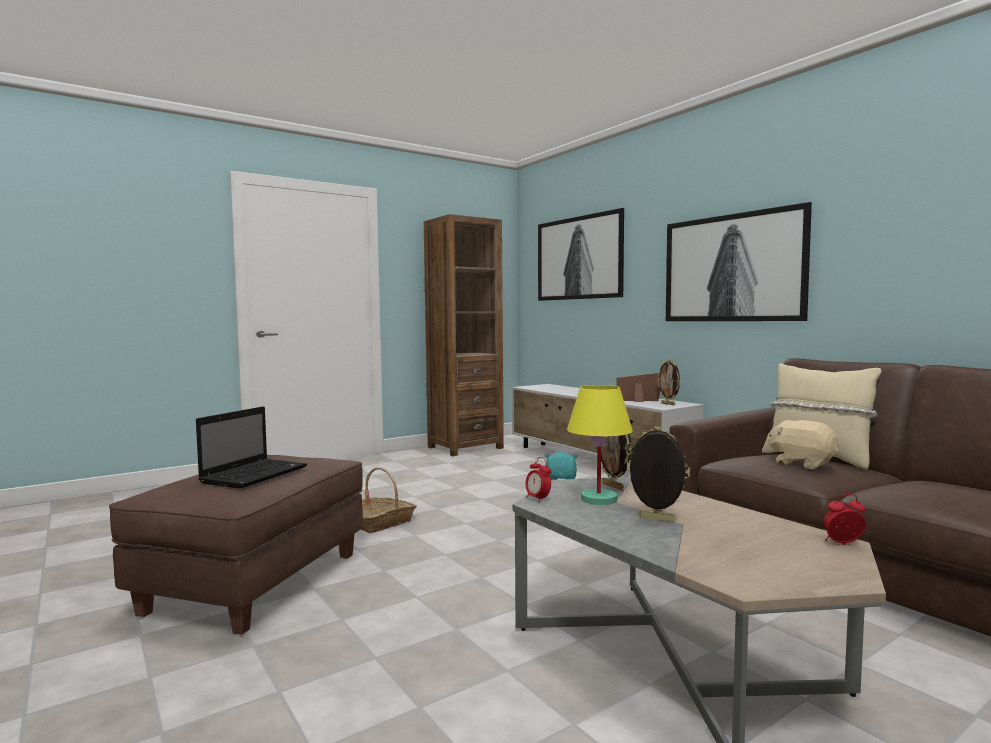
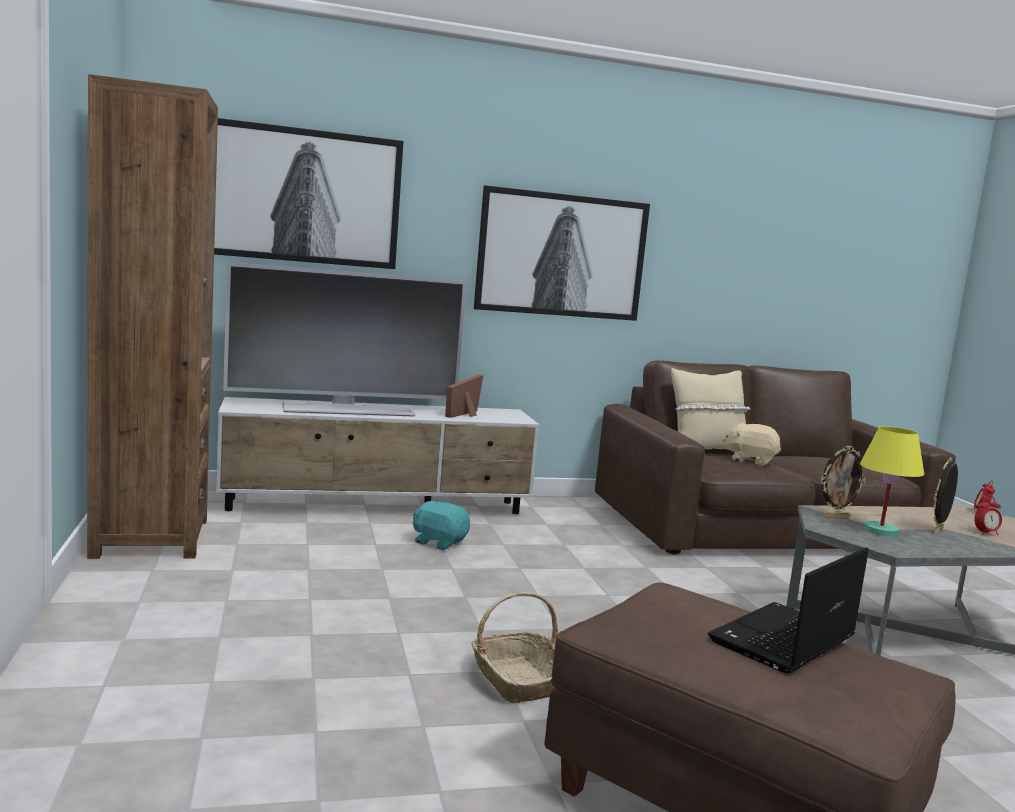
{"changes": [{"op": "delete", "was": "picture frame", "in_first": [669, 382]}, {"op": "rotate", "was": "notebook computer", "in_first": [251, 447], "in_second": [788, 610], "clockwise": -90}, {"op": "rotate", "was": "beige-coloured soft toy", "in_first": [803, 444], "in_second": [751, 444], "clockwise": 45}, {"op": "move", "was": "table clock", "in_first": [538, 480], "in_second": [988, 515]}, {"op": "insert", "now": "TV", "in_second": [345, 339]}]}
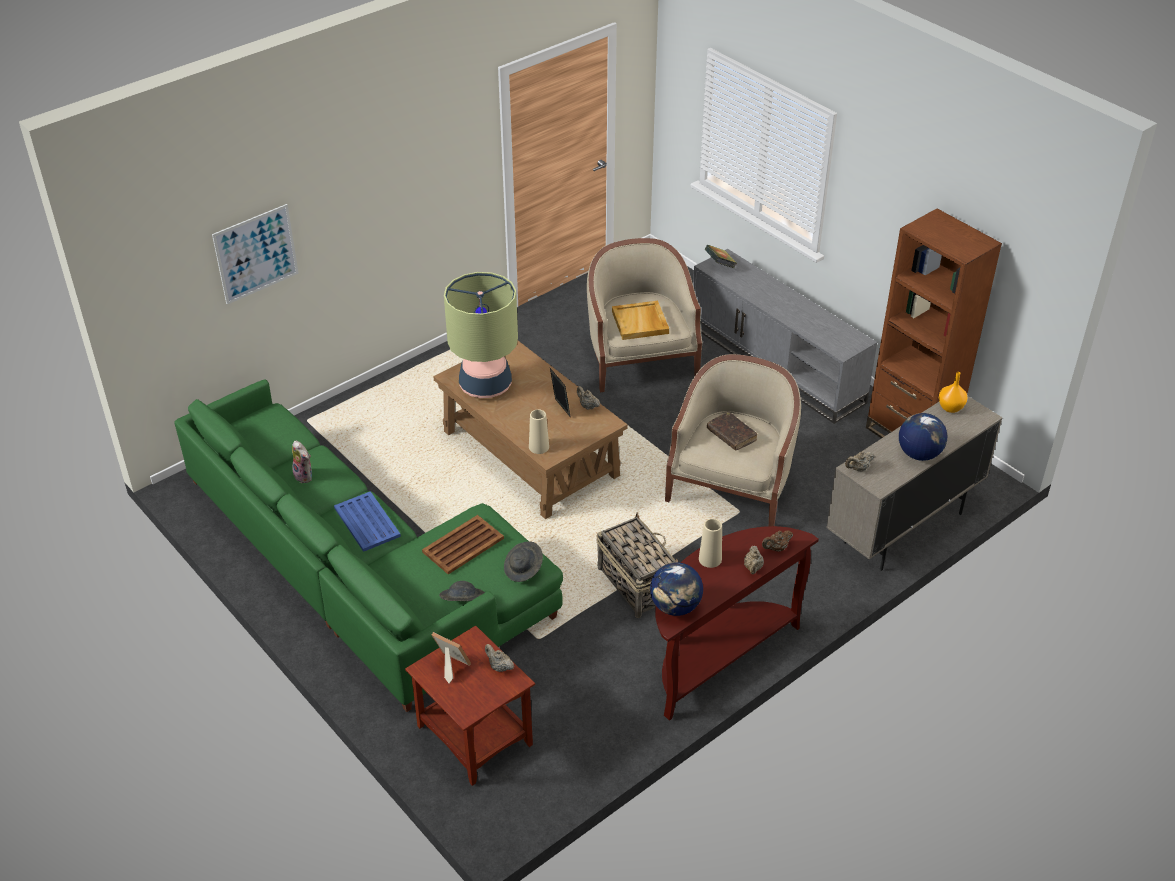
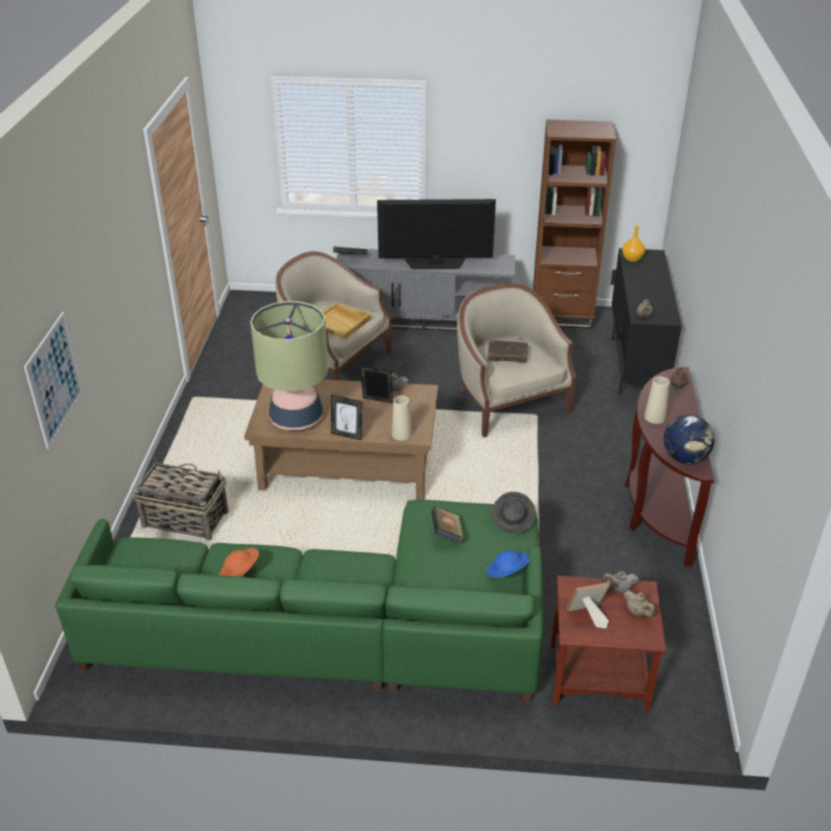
{"changes": [{"op": "recolor", "was": "beige-coloured cabinet", "now": "blackish cabinet", "in_first": [914, 483], "in_second": [646, 321]}, {"op": "delete", "was": "desk globe", "in_first": [923, 437]}, {"op": "replace", "was": "soft toy", "now": "orange-coloured hat", "in_first": [302, 461], "in_second": [239, 562]}, {"op": "delete", "was": "bluish carrying tray", "in_first": [367, 521]}, {"op": "move", "was": "basket", "in_first": [637, 565], "in_second": [180, 499]}, {"op": "replace", "was": "brownish carrying tray", "now": "book", "in_first": [463, 544], "in_second": [447, 525]}, {"op": "move", "was": "beige-coloured teapot", "in_first": [754, 560], "in_second": [639, 604]}, {"op": "recolor", "was": "gray hat", "now": "bluish hat", "in_first": [462, 591], "in_second": [508, 563]}, {"op": "insert", "now": "TV", "in_second": [436, 234]}, {"op": "insert", "now": "picture frame", "in_second": [346, 418]}]}
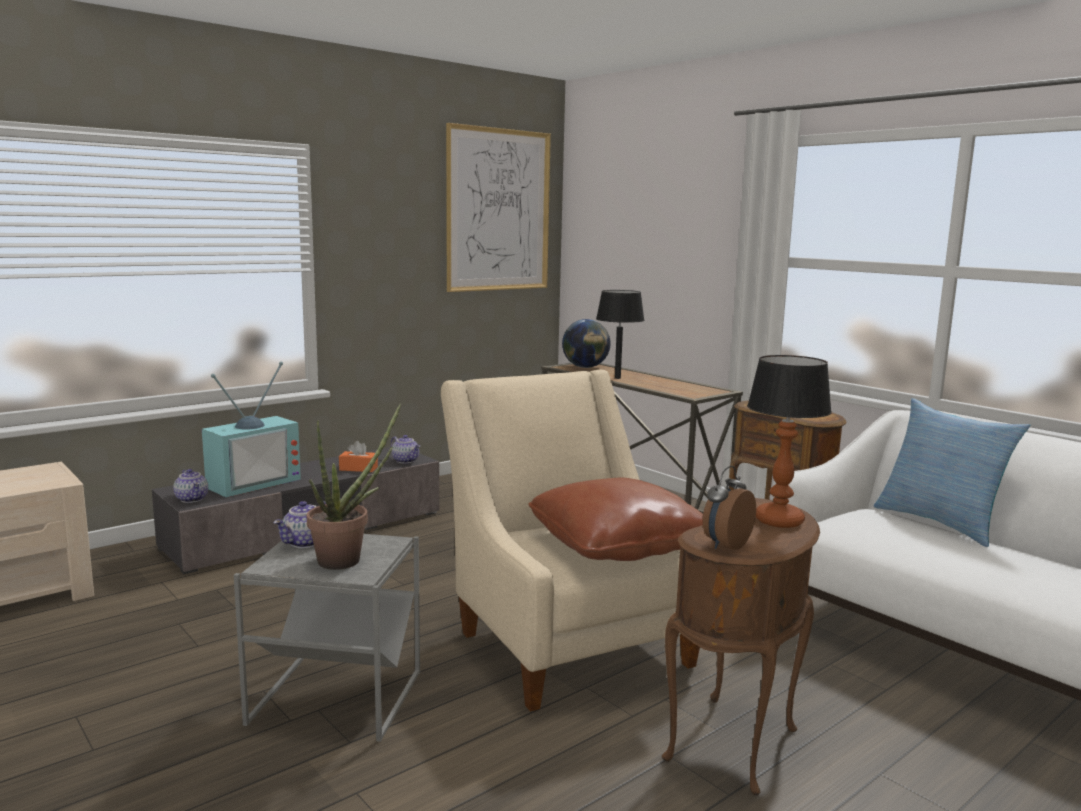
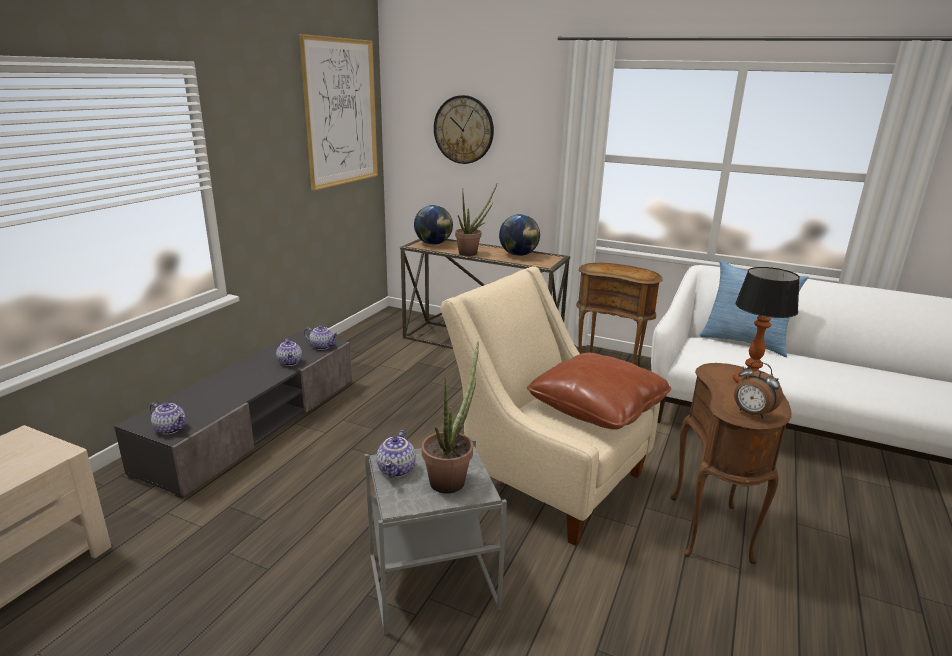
{"changes": [{"op": "replace", "was": "blackish lamp for a table", "now": "houseplant", "in_first": [620, 334], "in_second": [476, 220]}, {"op": "delete", "was": "TV", "in_first": [251, 430]}, {"op": "replace", "was": "orange-coloured tissue holder", "now": "teapot", "in_first": [358, 456], "in_second": [289, 352]}, {"op": "rotate", "was": "table clock", "in_first": [729, 508], "in_second": [758, 390], "clockwise": -60}, {"op": "insert", "now": "hanging clock", "in_second": [464, 129]}, {"op": "insert", "now": "desk globe", "in_second": [519, 235]}]}
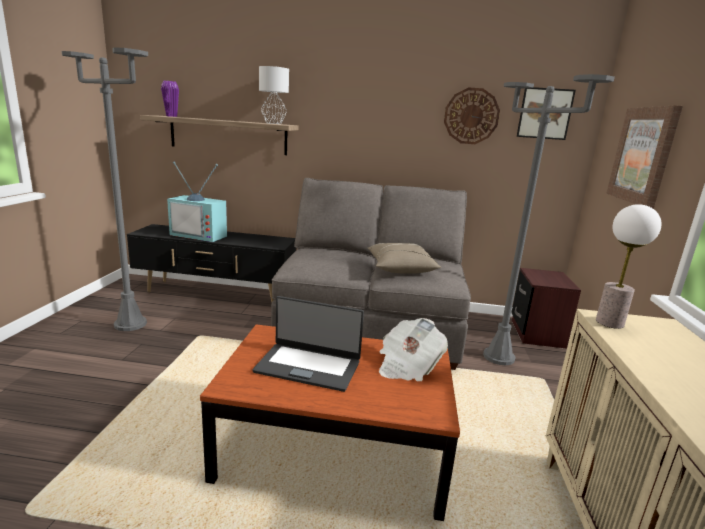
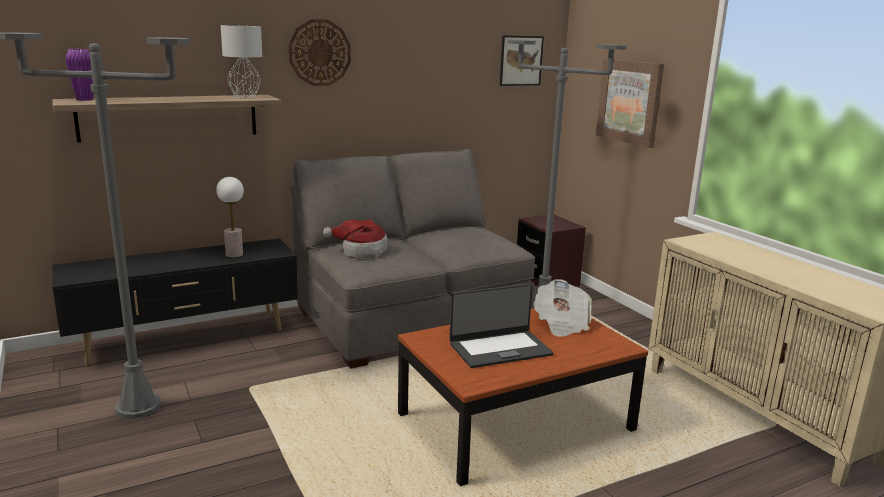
{"changes": [{"op": "move", "was": "hanging clock", "in_first": [472, 116], "in_second": [320, 52]}, {"op": "delete", "was": "TV", "in_first": [197, 201]}, {"op": "move", "was": "lamp for a table", "in_first": [629, 266], "in_second": [230, 217]}, {"op": "delete", "was": "beige-coloured cushion", "in_first": [404, 258]}, {"op": "insert", "now": "hat", "in_second": [355, 239]}]}
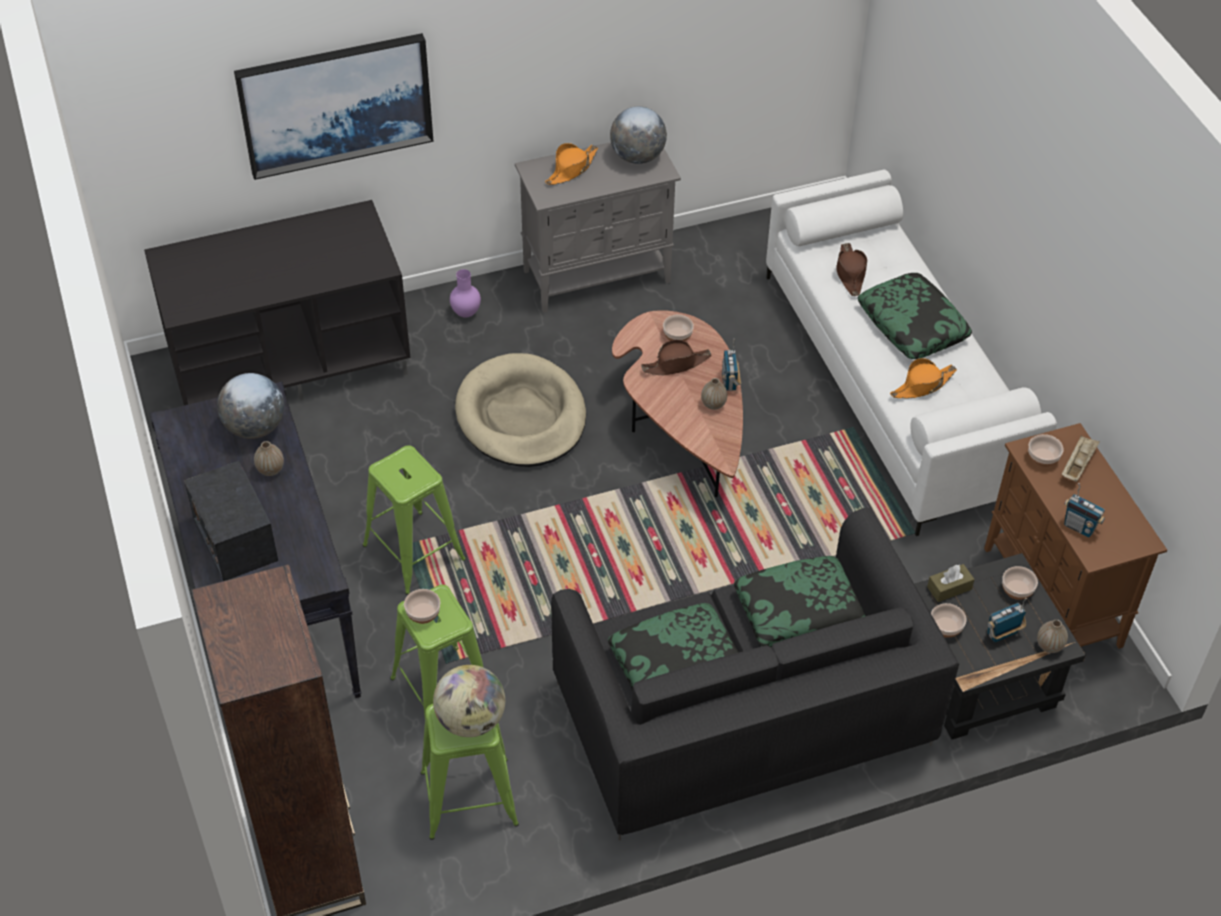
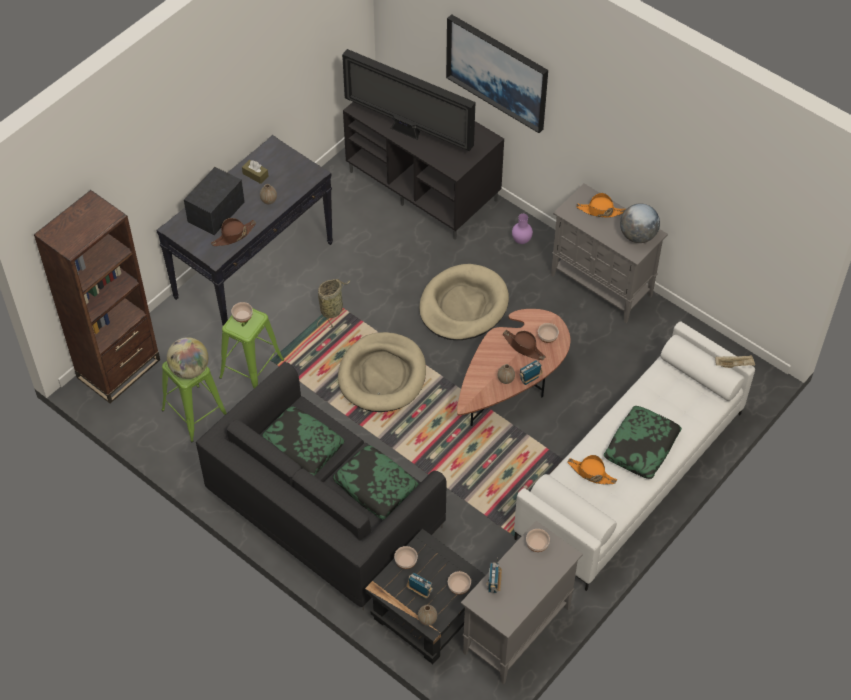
{"changes": [{"op": "move", "was": "brownish hat", "in_first": [851, 269], "in_second": [233, 232]}, {"op": "delete", "was": "desk globe", "in_first": [250, 406]}, {"op": "recolor", "was": "brownish cabinet", "now": "gray cabinet", "in_first": [1075, 536], "in_second": [522, 602]}, {"op": "move", "was": "beige-coloured carrying tray", "in_first": [1081, 459], "in_second": [735, 361]}, {"op": "replace", "was": "green stool", "now": "basket", "in_first": [414, 520], "in_second": [333, 303]}, {"op": "move", "was": "brownish tissue holder", "in_first": [951, 583], "in_second": [255, 172]}, {"op": "insert", "now": "TV", "in_second": [408, 100]}, {"op": "insert", "now": "beige-coloured dog bed", "in_second": [382, 372]}]}
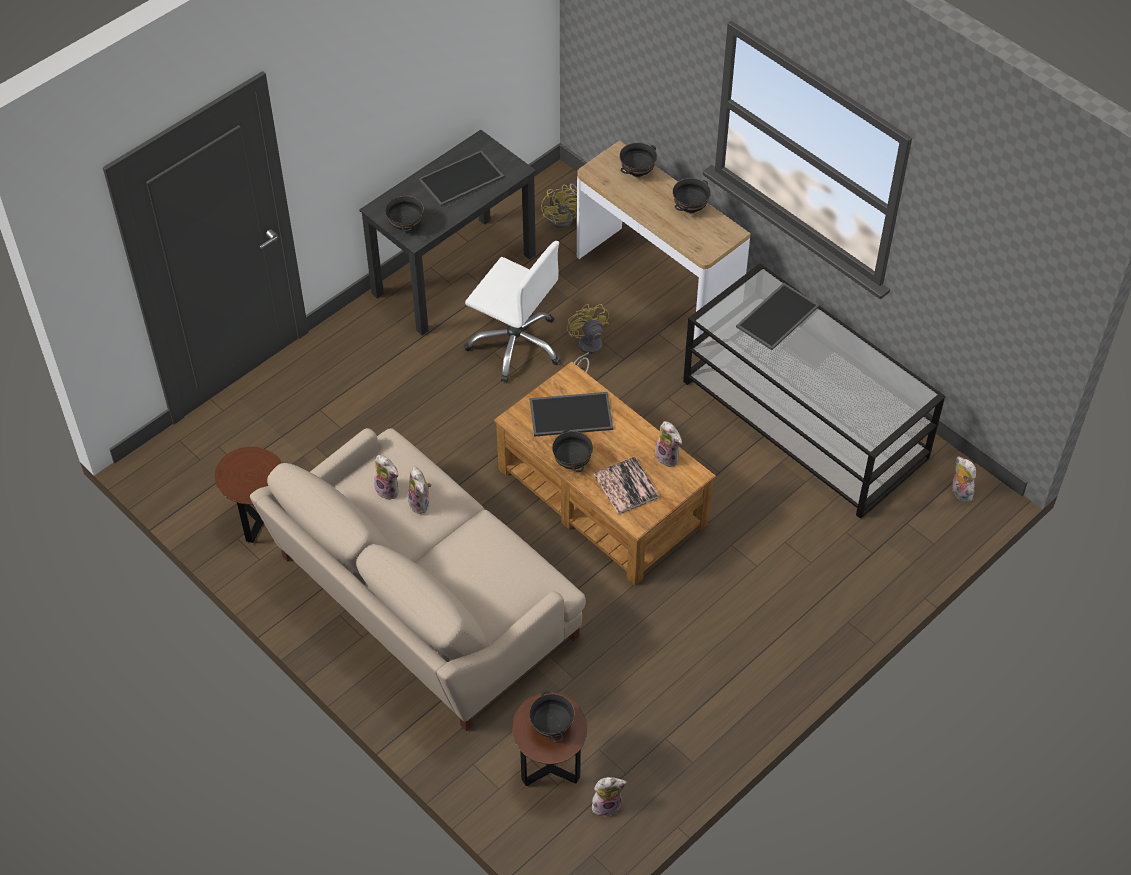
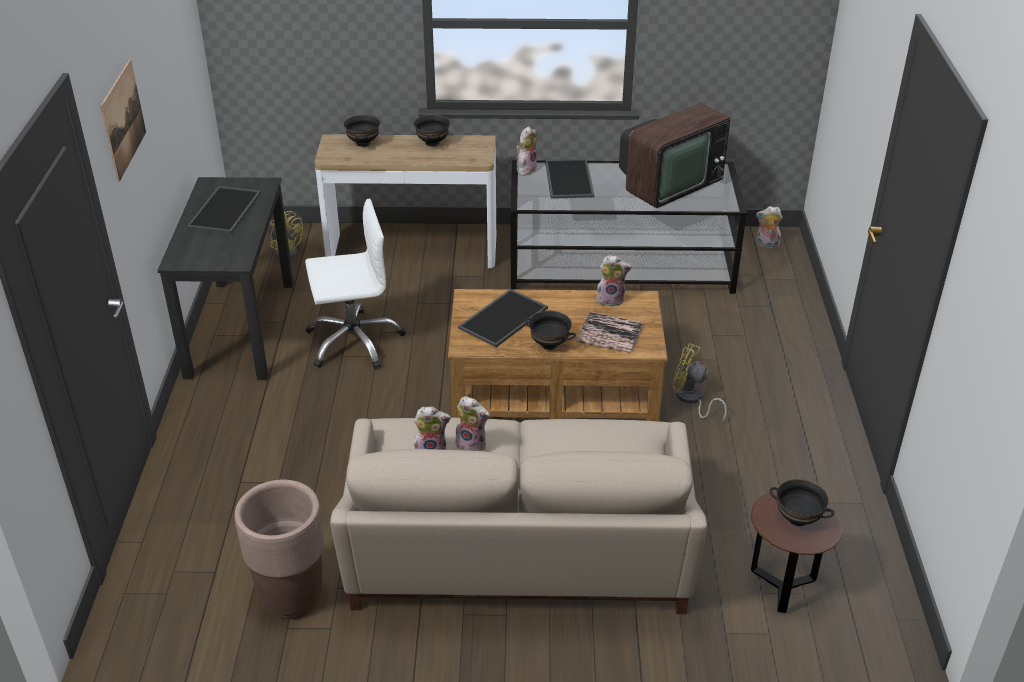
{"changes": [{"op": "delete", "was": "blackish bowl", "in_first": [404, 213]}, {"op": "move", "was": "yellowish fan", "in_first": [588, 338], "in_second": [699, 382]}, {"op": "replace", "was": "brownish accent table", "now": "brownish flower pot", "in_first": [248, 495], "in_second": [279, 549]}, {"op": "move", "was": "soft toy", "in_first": [609, 797], "in_second": [526, 150]}, {"op": "insert", "now": "picture", "in_second": [123, 120]}, {"op": "insert", "now": "TV", "in_second": [675, 155]}]}
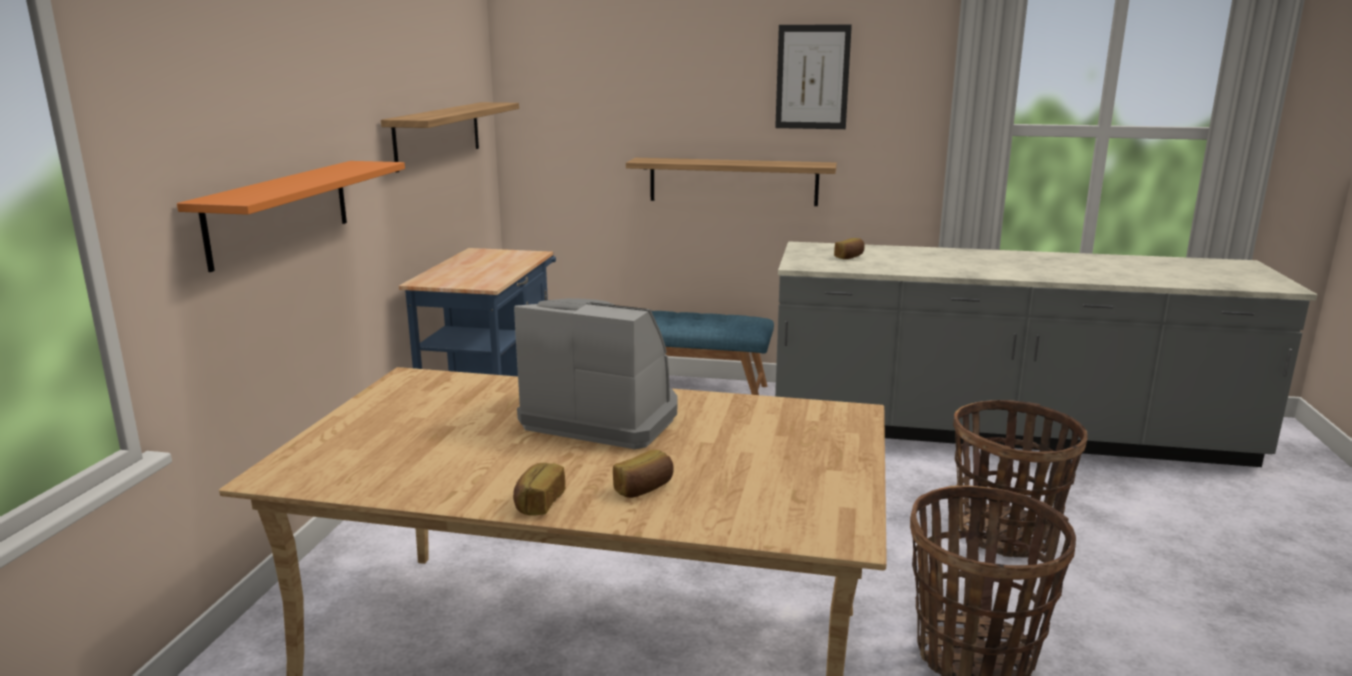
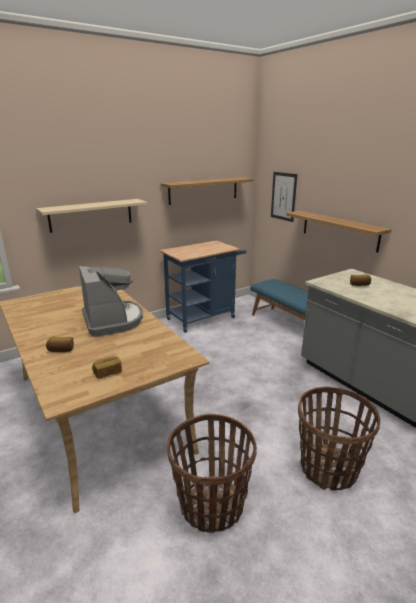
{"changes": [{"op": "move", "was": "picture", "in_first": [813, 77], "in_second": [284, 197]}, {"op": "recolor", "was": "orange-coloured shelf", "now": "beige-coloured shelf", "in_first": [291, 216], "in_second": [92, 216]}, {"op": "move", "was": "bread", "in_first": [539, 489], "in_second": [107, 367]}]}
